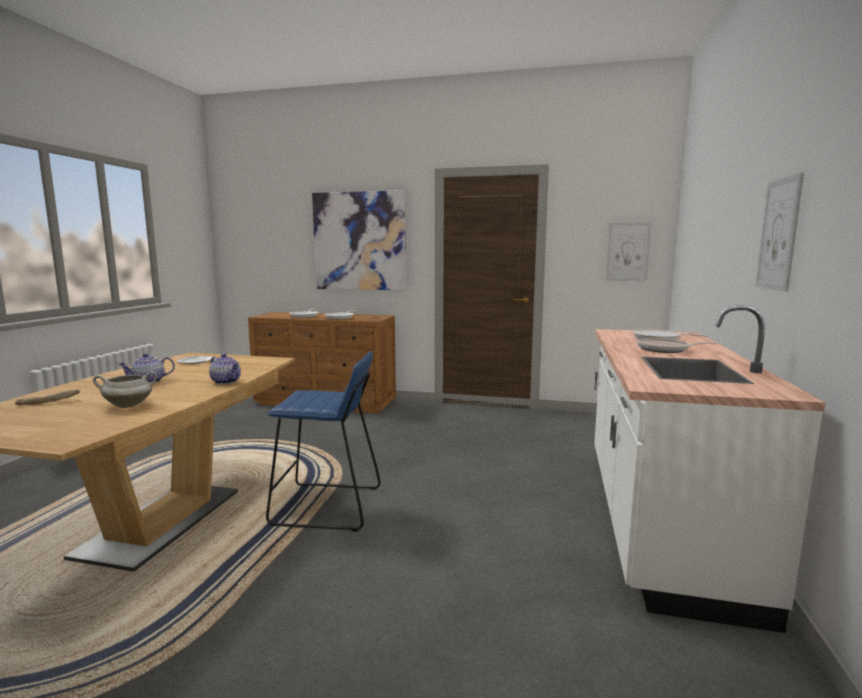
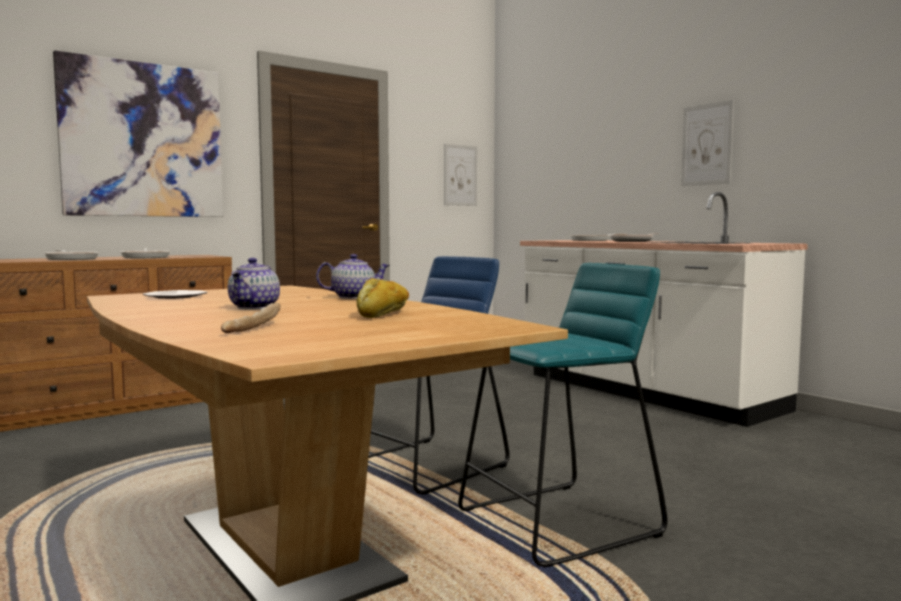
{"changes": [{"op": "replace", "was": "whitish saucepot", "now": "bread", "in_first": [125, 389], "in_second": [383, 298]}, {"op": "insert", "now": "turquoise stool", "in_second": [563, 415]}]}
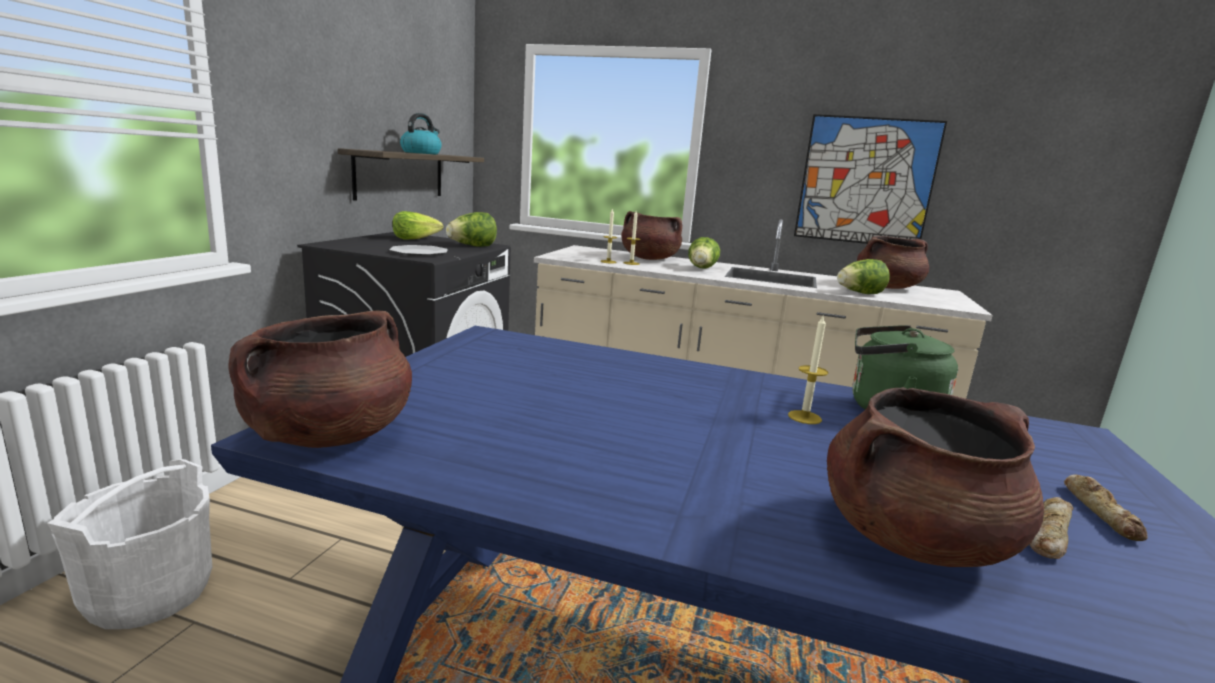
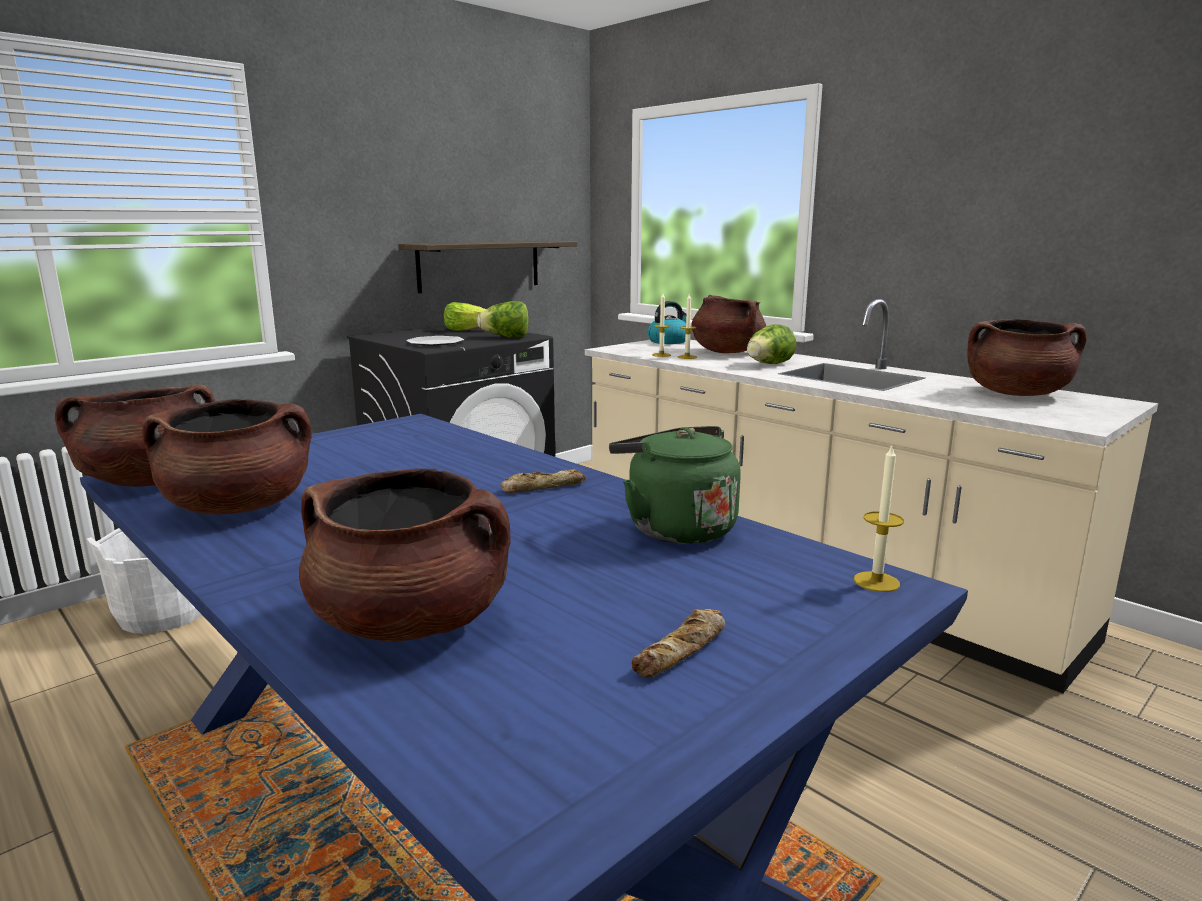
{"changes": [{"op": "move", "was": "tea kettle", "in_first": [421, 134], "in_second": [667, 322]}, {"op": "delete", "was": "picture", "in_first": [870, 179]}, {"op": "delete", "was": "head of lettuce", "in_first": [863, 276]}, {"op": "move", "was": "candle", "in_first": [808, 369], "in_second": [879, 519]}, {"op": "move", "was": "bread", "in_first": [1051, 528], "in_second": [543, 481]}, {"op": "insert", "now": "brownish saucepot", "in_second": [227, 456]}]}
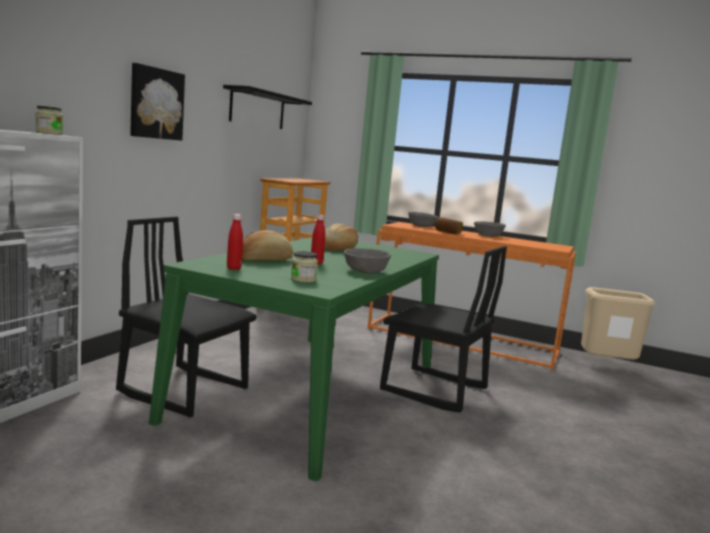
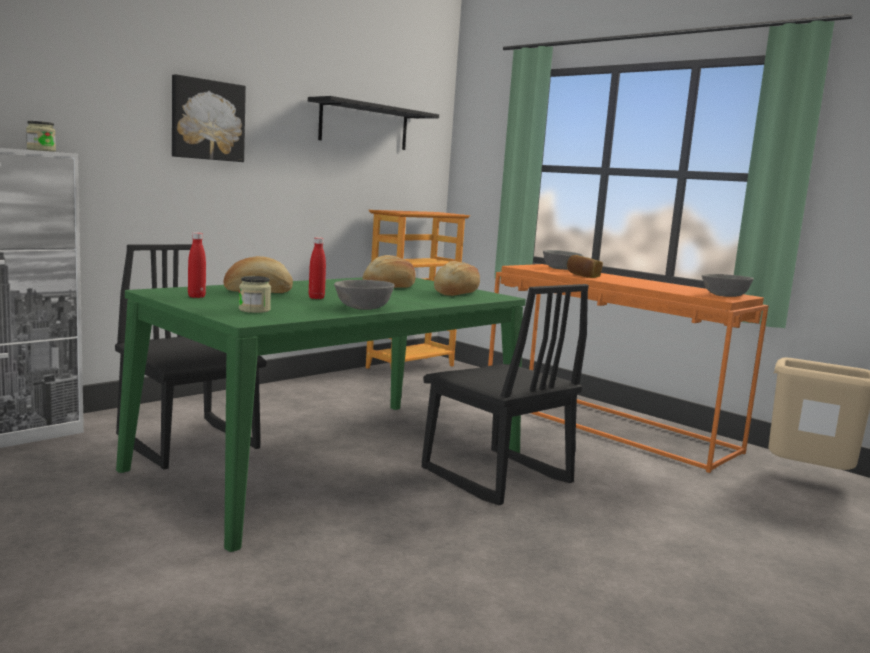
{"changes": [{"op": "move", "was": "gray bowl", "in_first": [490, 229], "in_second": [728, 285]}, {"op": "insert", "now": "bread", "in_second": [457, 278]}]}
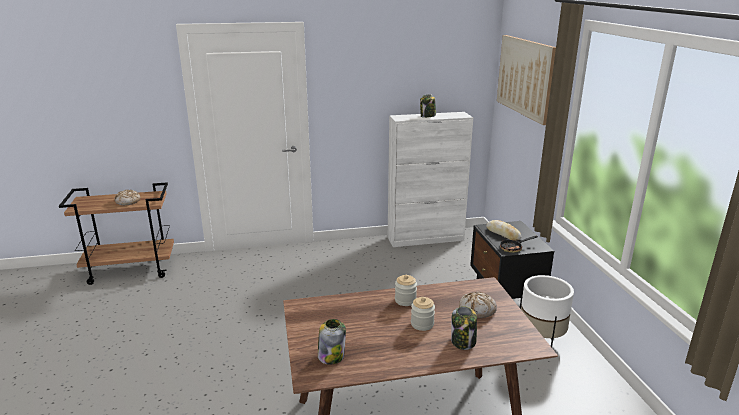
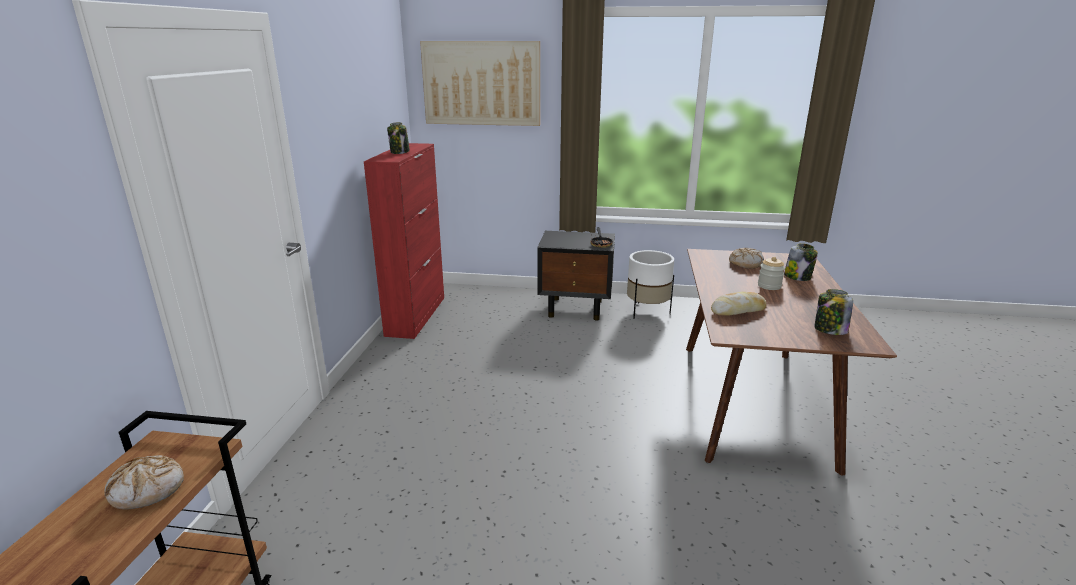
{"changes": [{"op": "recolor", "was": "whitish cabinet", "now": "red-coloured cabinet", "in_first": [430, 179], "in_second": [404, 241]}, {"op": "move", "was": "bread", "in_first": [503, 230], "in_second": [738, 303]}, {"op": "delete", "was": "storage jar", "in_first": [406, 290]}]}
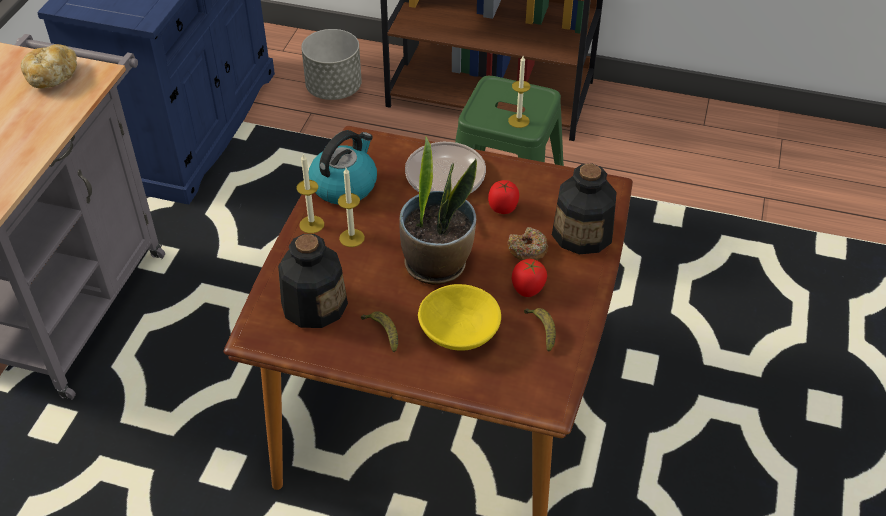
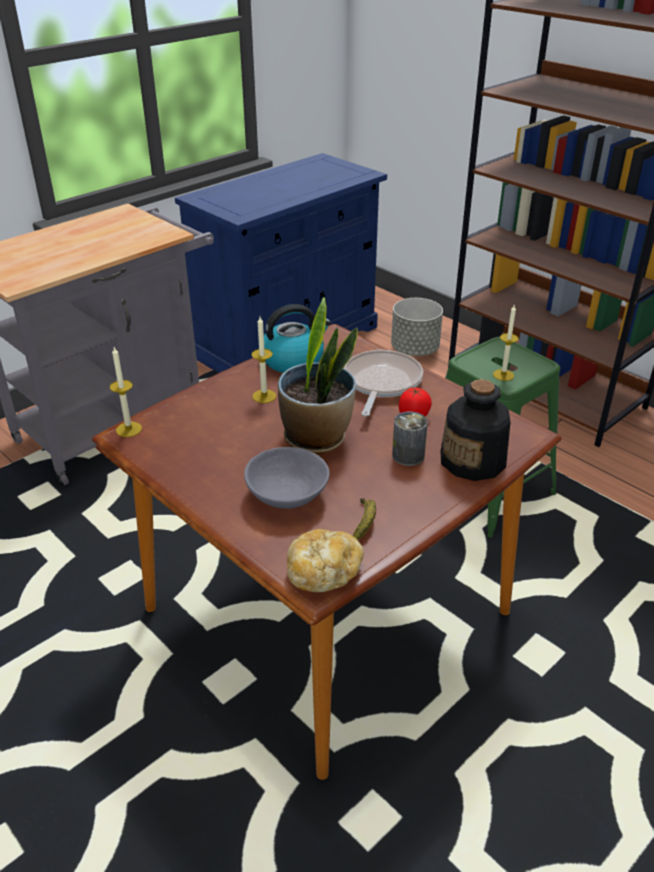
{"changes": [{"op": "move", "was": "bread", "in_first": [49, 66], "in_second": [325, 560]}, {"op": "move", "was": "candle", "in_first": [310, 193], "in_second": [126, 392]}, {"op": "replace", "was": "ring doughnut", "now": "metal can", "in_first": [527, 244], "in_second": [410, 438]}, {"op": "delete", "was": "beverage bottle", "in_first": [313, 281]}, {"op": "delete", "was": "tomato", "in_first": [529, 278]}, {"op": "recolor", "was": "yellowish bowl", "now": "gray bowl", "in_first": [459, 317], "in_second": [287, 478]}, {"op": "delete", "was": "whole banana", "in_first": [379, 331]}]}
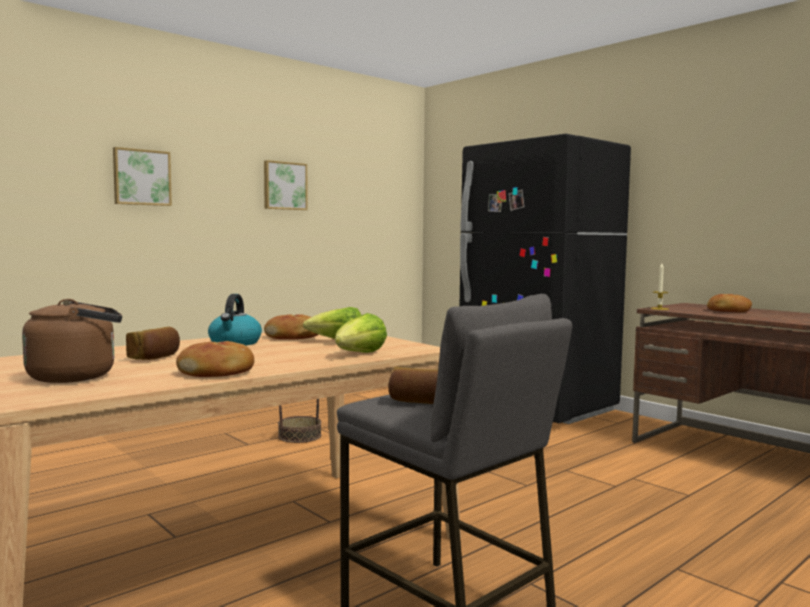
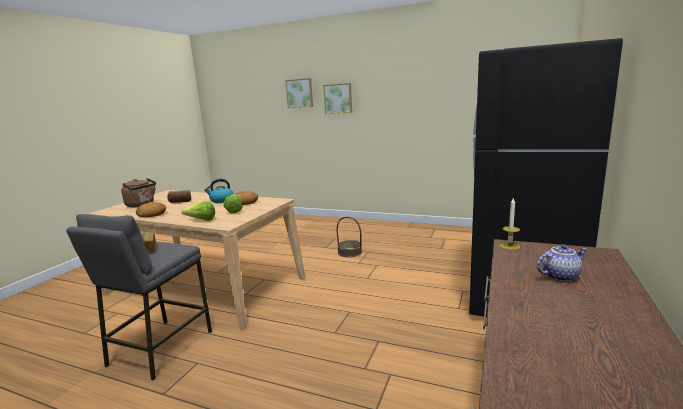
{"changes": [{"op": "move", "was": "picture", "in_first": [286, 185], "in_second": [299, 93]}, {"op": "replace", "was": "bread", "now": "teapot", "in_first": [729, 303], "in_second": [562, 262]}]}
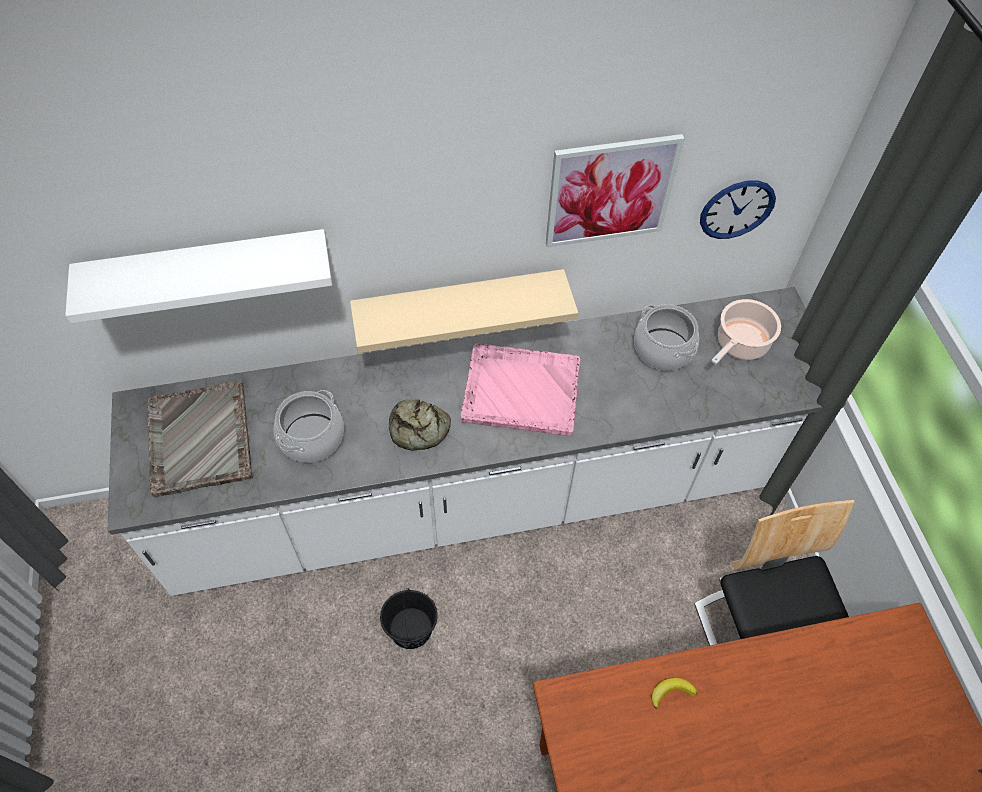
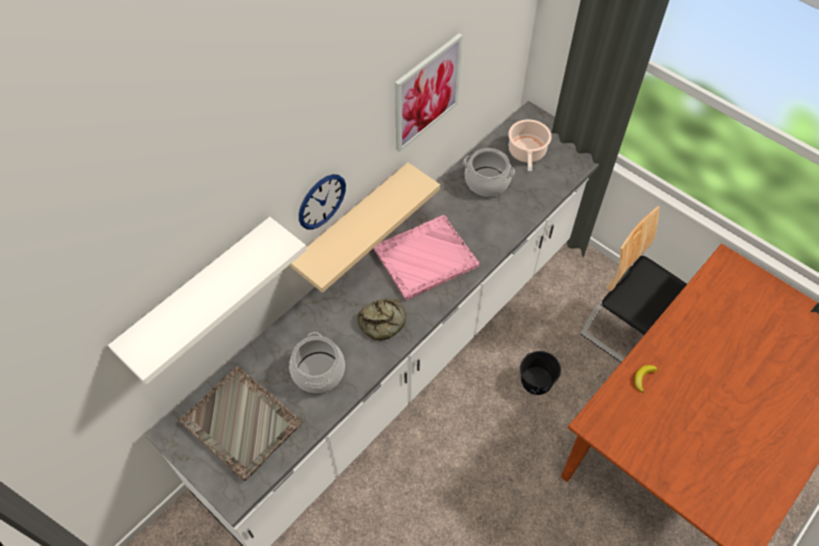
{"changes": [{"op": "move", "was": "hanging clock", "in_first": [738, 210], "in_second": [322, 202]}, {"op": "move", "was": "blackish water bucket", "in_first": [409, 618], "in_second": [540, 373]}]}
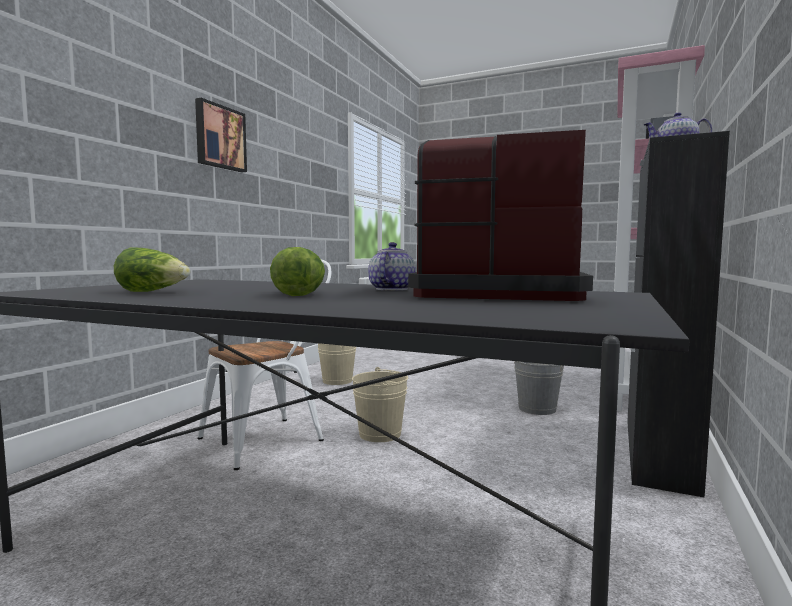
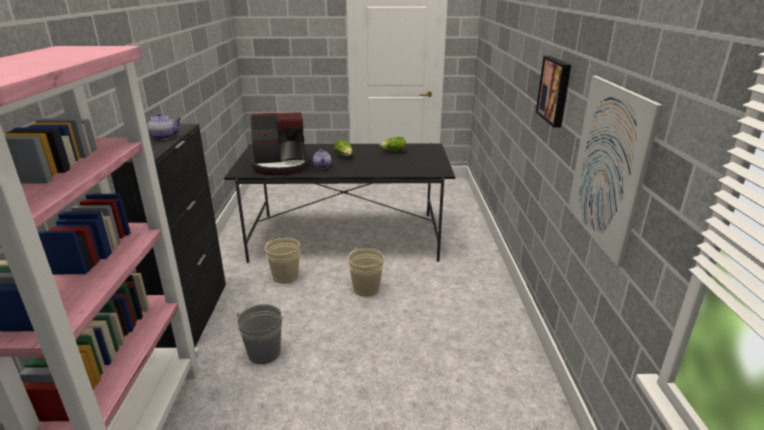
{"changes": [{"op": "delete", "was": "whitish upright chair", "in_first": [264, 364]}, {"op": "move", "was": "beige-coloured water bucket", "in_first": [337, 364], "in_second": [282, 261]}, {"op": "insert", "now": "picture", "in_second": [615, 172]}]}
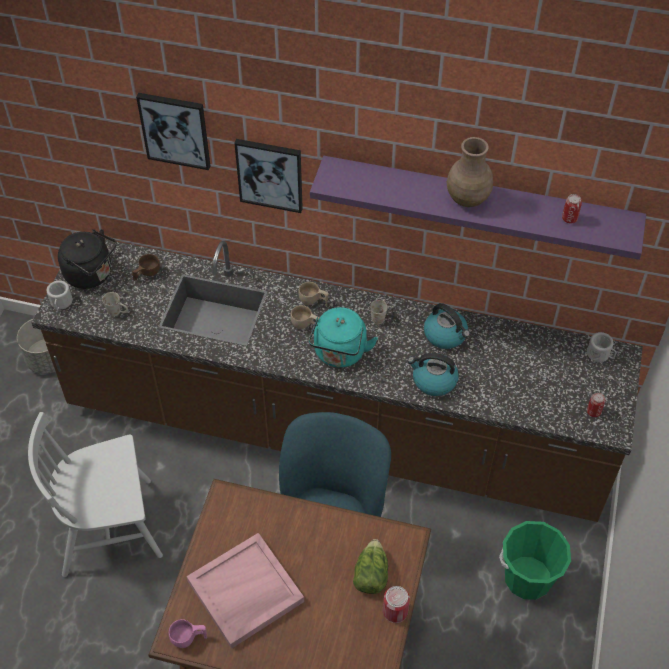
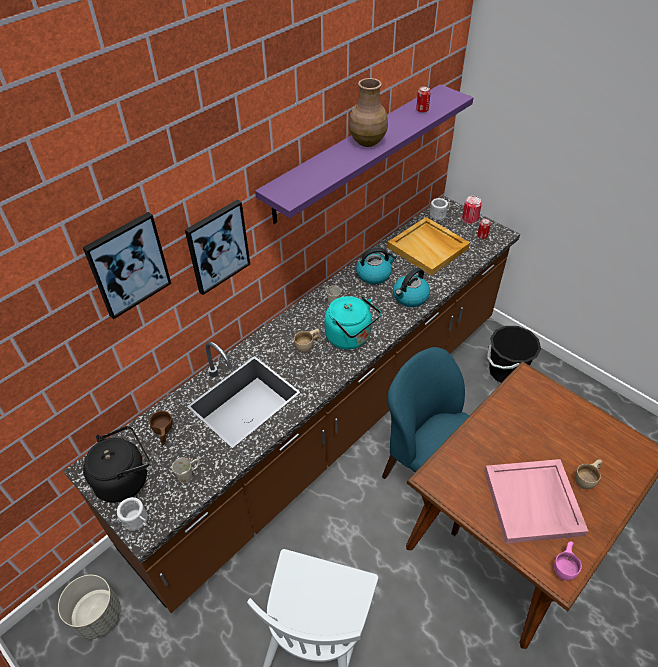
{"changes": [{"op": "move", "was": "beige-coloured small cup", "in_first": [313, 294], "in_second": [588, 474]}, {"op": "recolor", "was": "green water bucket", "now": "blackish water bucket", "in_first": [535, 560], "in_second": [514, 354]}, {"op": "delete", "was": "head of lettuce", "in_first": [370, 566]}, {"op": "move", "was": "metal can", "in_first": [396, 604], "in_second": [472, 210]}, {"op": "insert", "now": "beige-coloured carrying tray", "in_second": [429, 246]}]}
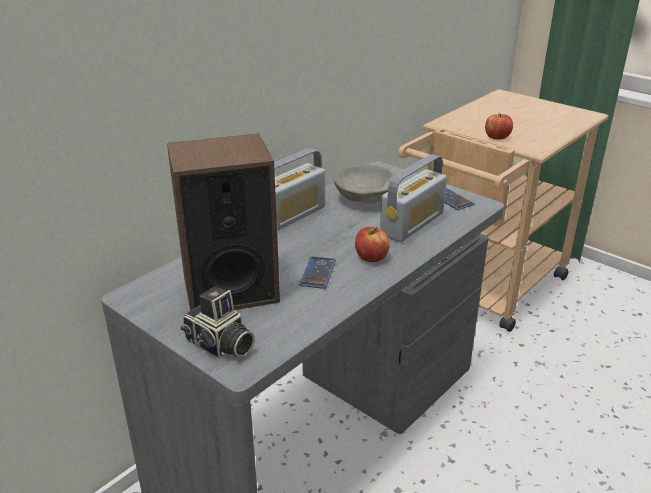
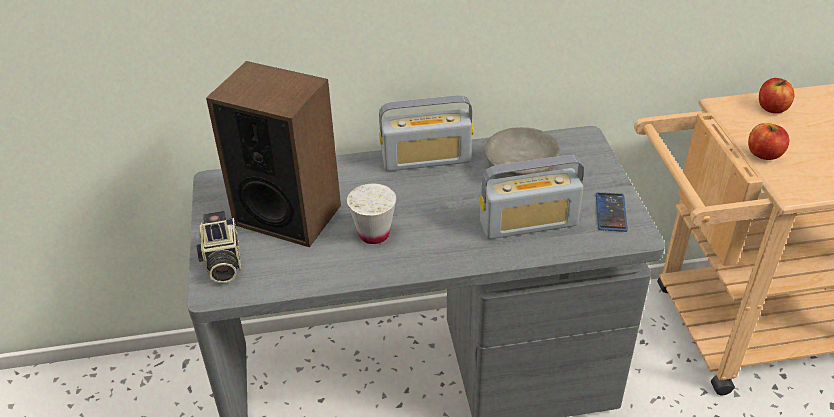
{"changes": [{"op": "move", "was": "apple", "in_first": [372, 244], "in_second": [777, 95]}, {"op": "replace", "was": "handset", "now": "whitish small cup", "in_first": [317, 272], "in_second": [371, 214]}]}
